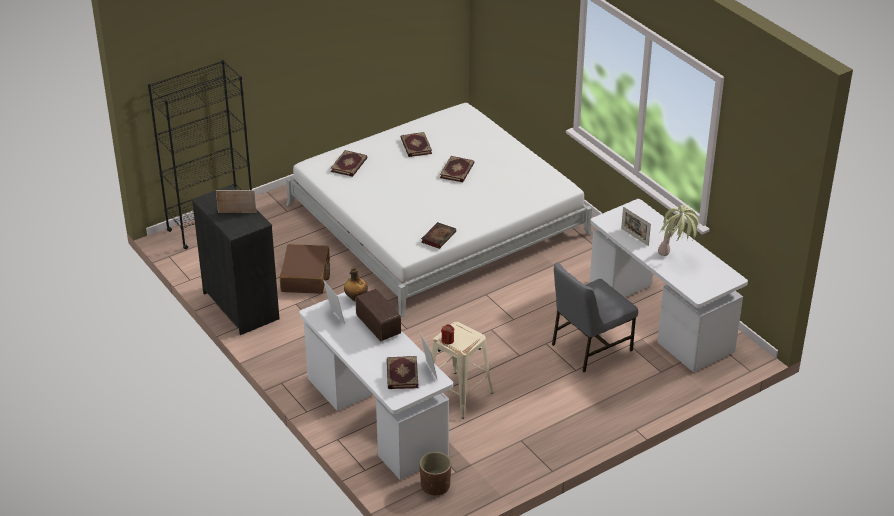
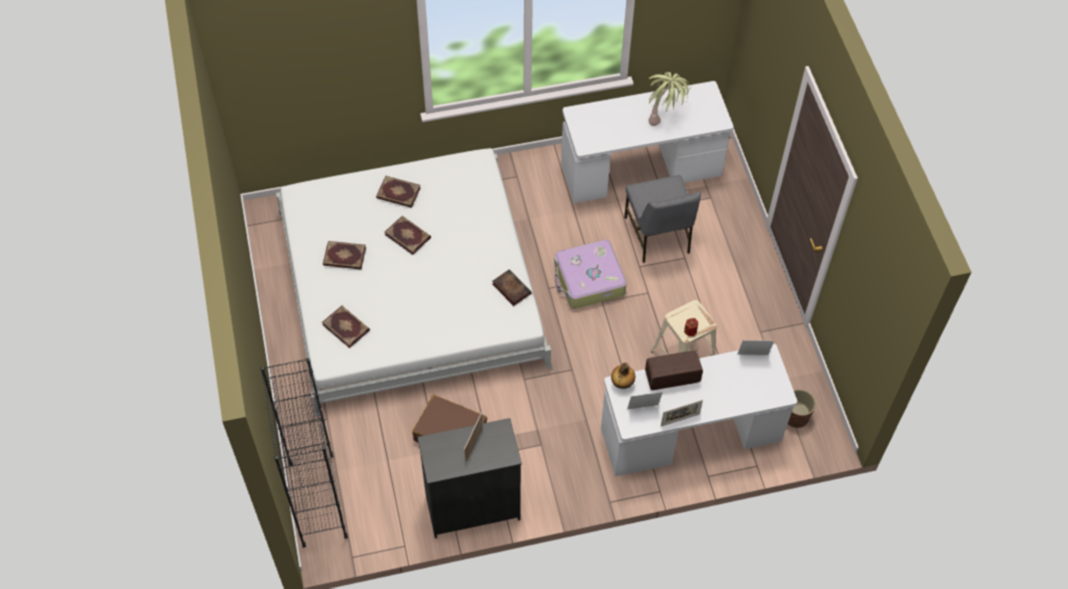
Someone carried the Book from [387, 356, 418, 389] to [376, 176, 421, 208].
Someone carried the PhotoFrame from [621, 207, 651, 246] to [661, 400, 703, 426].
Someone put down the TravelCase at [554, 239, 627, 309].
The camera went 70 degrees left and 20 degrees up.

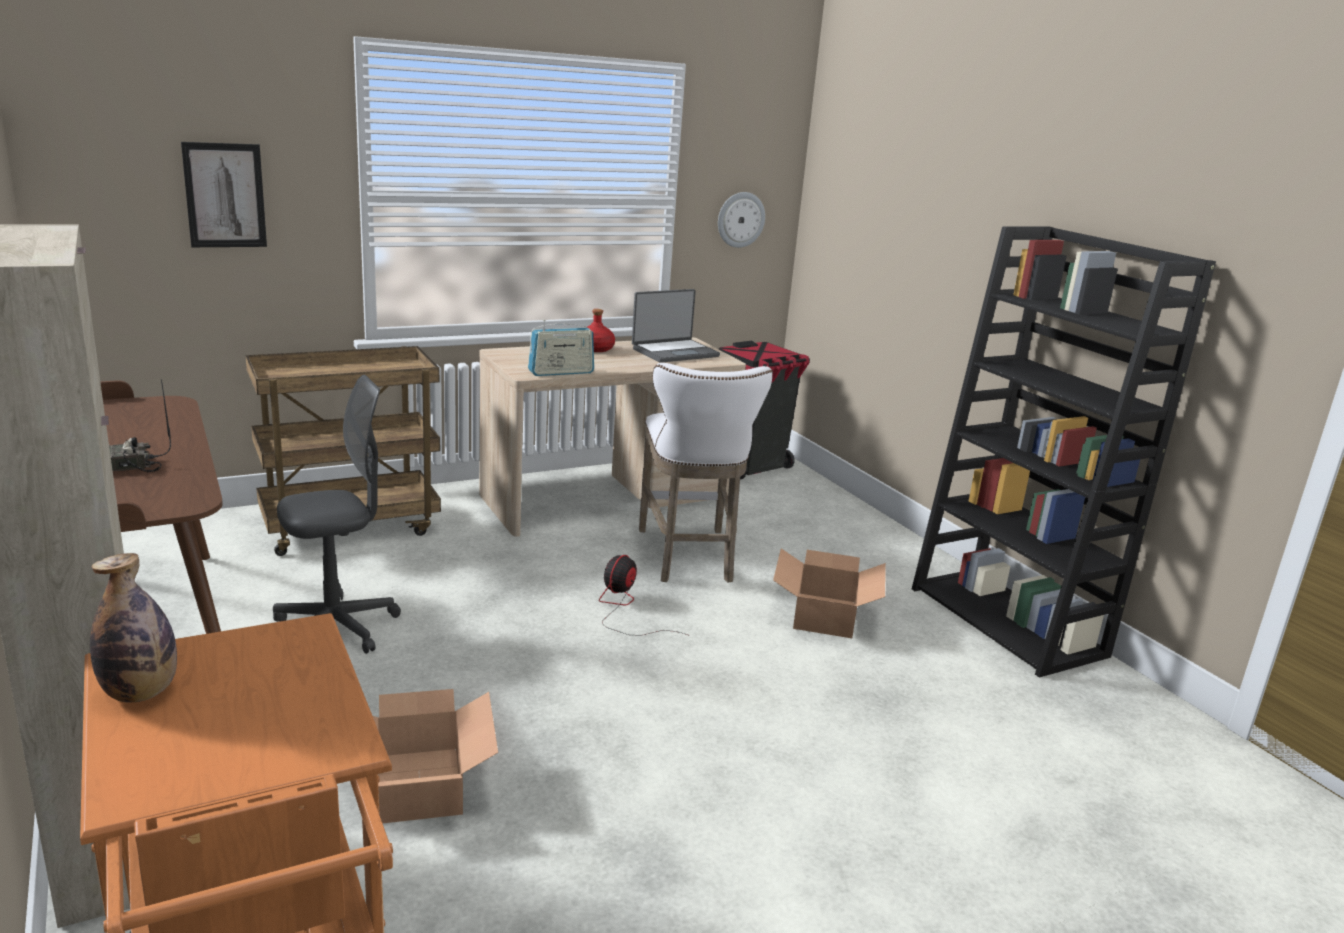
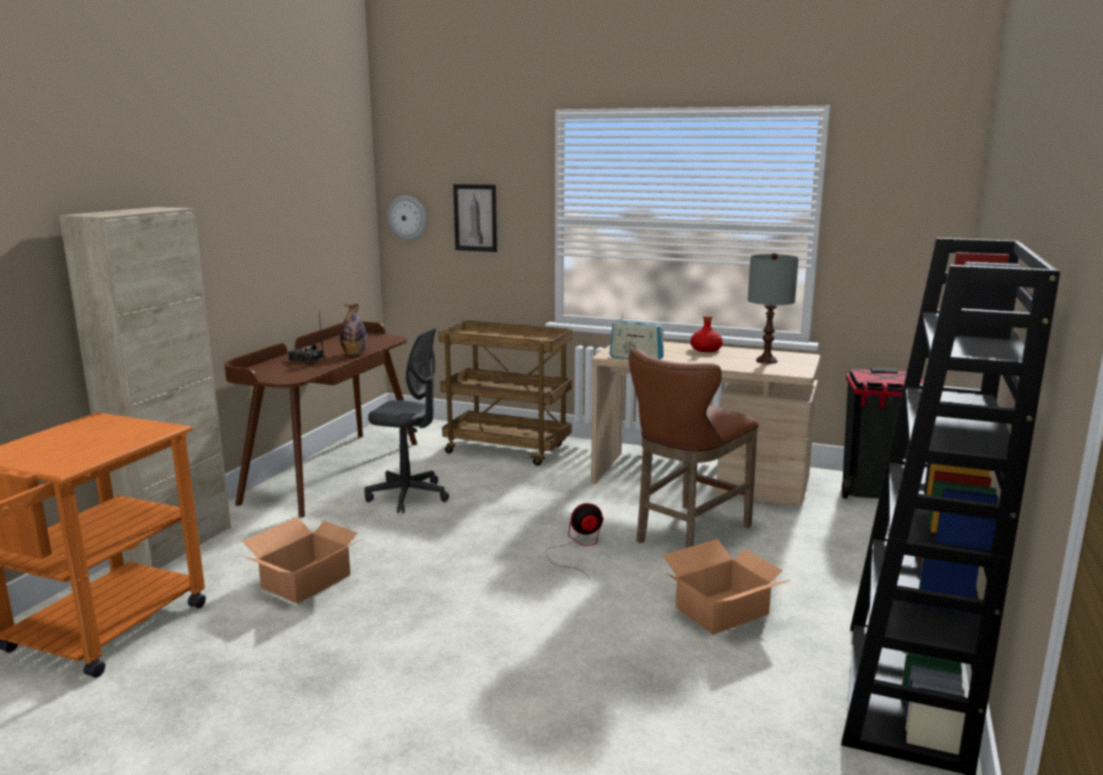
Someone carried the Bottle from [90, 553, 177, 702] to [340, 304, 367, 355].
Someone swapped the Laptop at [632, 289, 720, 363] for the GrayTabletopLamp at [748, 253, 799, 364].
Someone repainted the WhitishSittingStool at [639, 363, 773, 583], which became the BrownSittingStool at [629, 349, 758, 548].
Someone carried the WallClock from [718, 192, 765, 248] to [388, 196, 427, 240].
The camera went 50 degrees right and 5 degrees down.

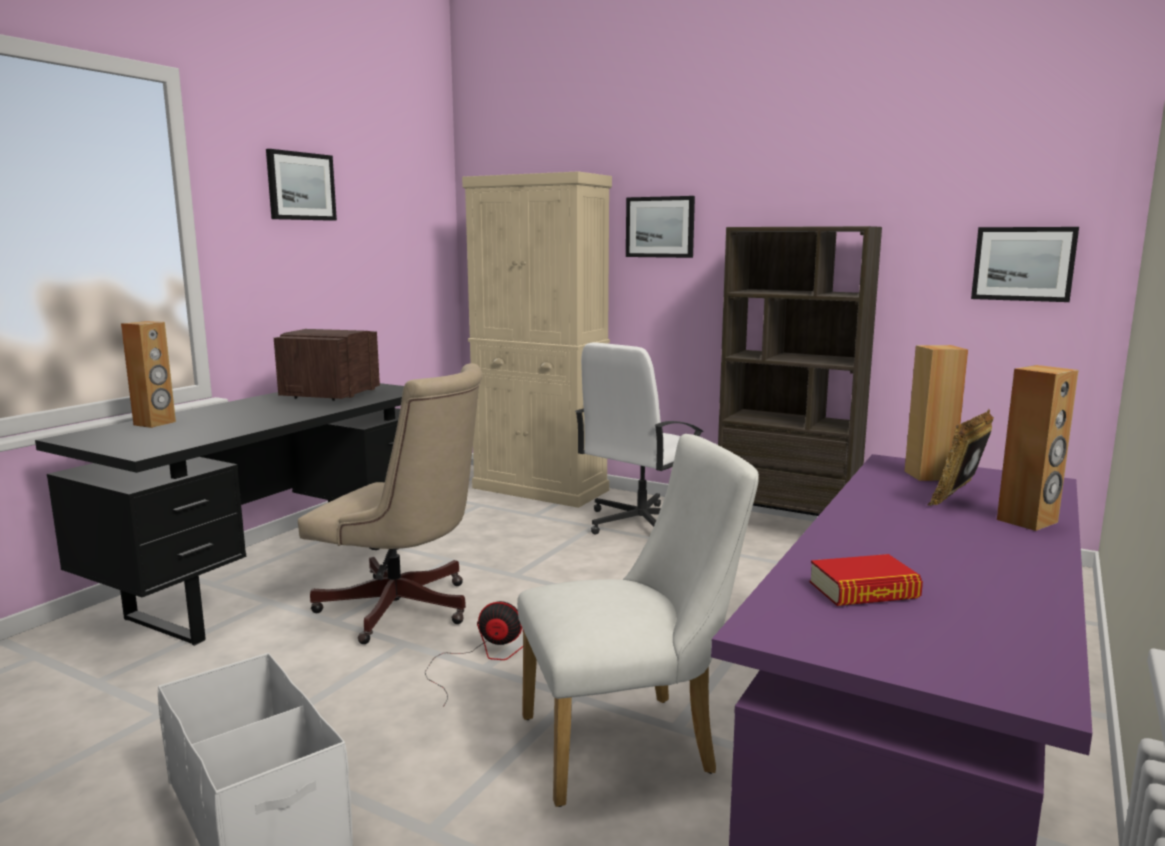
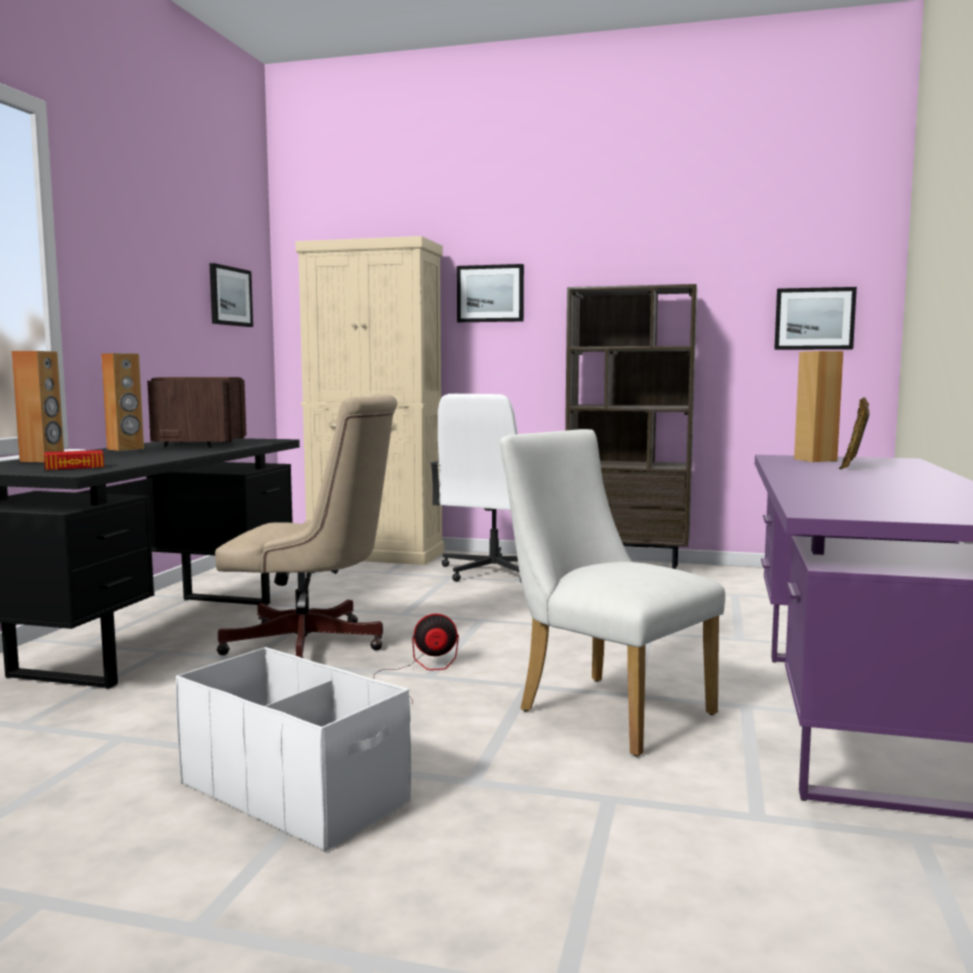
Someone carried the WallPicture from [266, 149, 337, 221] to [209, 263, 253, 327].
Someone rotated the WhitishUprightChair at [517, 434, 759, 807] by 105 degrees counterclockwise.
Someone carried the Book from [810, 554, 923, 606] to [44, 450, 104, 470].
Someone carried the BrownSpeaker from [997, 365, 1078, 531] to [101, 353, 144, 451].
The camera went 15 degrees left and 5 degrees down.

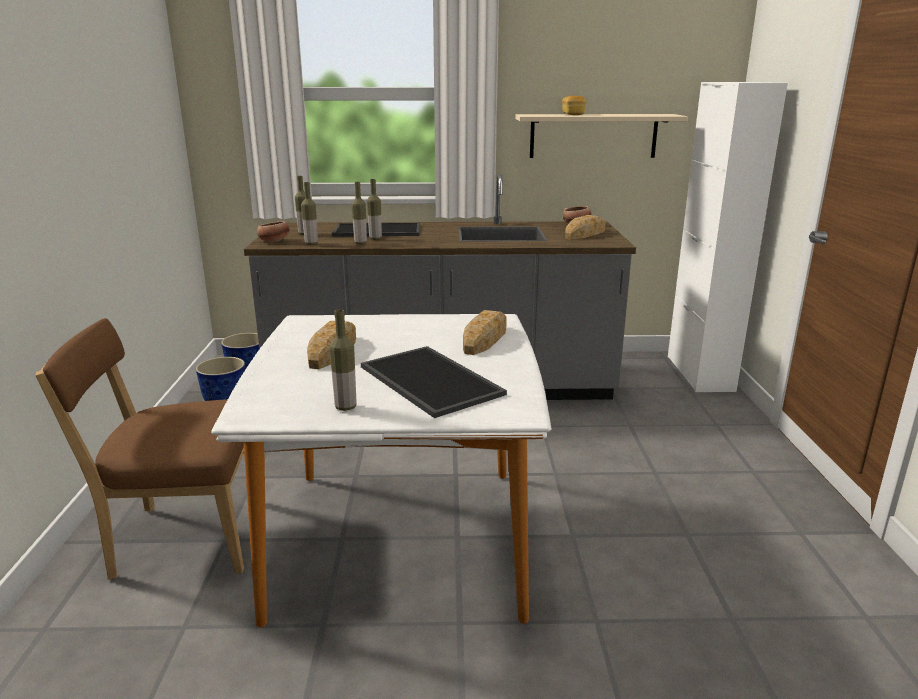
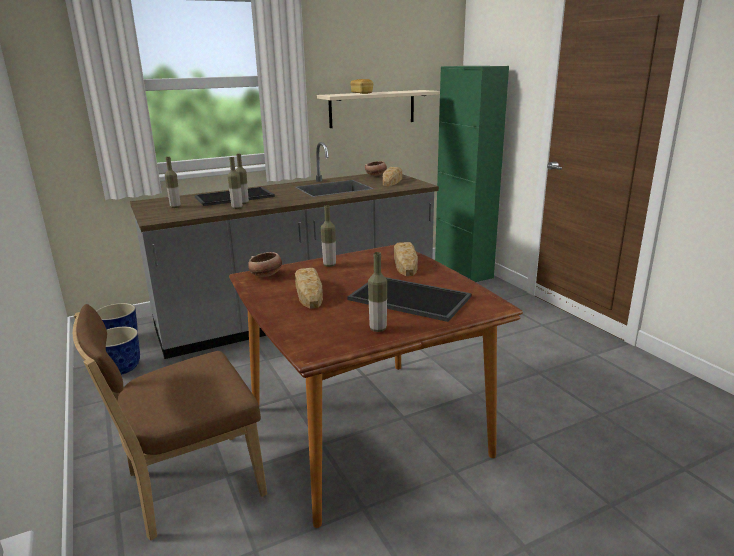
Someone repainted the WhitishDinnerTable at [211, 314, 551, 628], which became the BrownDinnerTable at [229, 245, 523, 528].
Someone carried the ServingBowl from [257, 221, 289, 242] to [248, 252, 282, 277].
Someone carried the Bottle from [301, 182, 318, 245] to [321, 205, 336, 267].
Someone repainted the WhitishCupboard at [668, 82, 788, 392], which became the GreenColouredCupboard at [435, 66, 509, 282].
The camera went 25 degrees left and 0 degrees up.

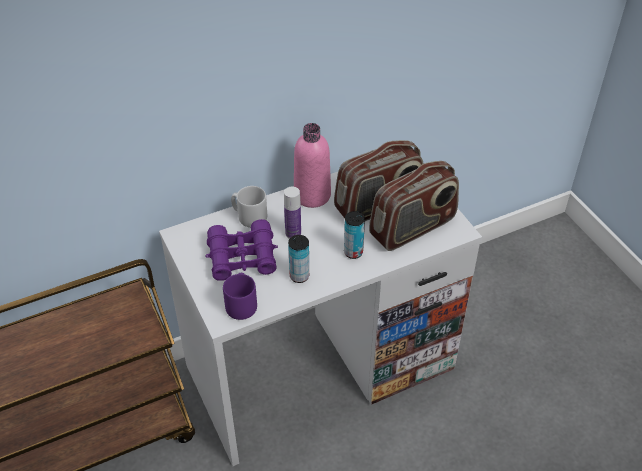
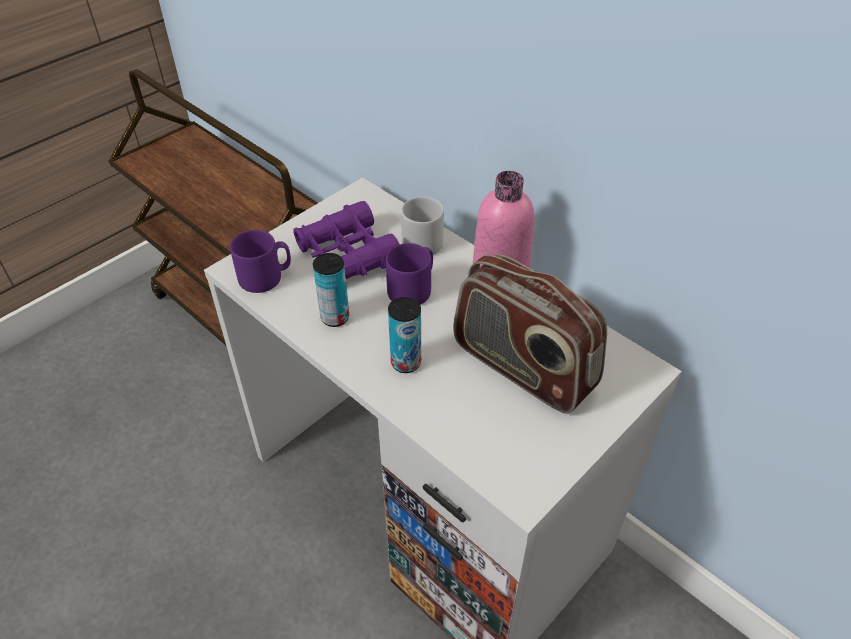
Someone swapped the Bottle at [284, 187, 301, 239] for the PurpleTeaMug at [386, 243, 433, 305].
Someone took away the Radio at [369, 161, 459, 251].
The camera went 70 degrees right and 0 degrees up.

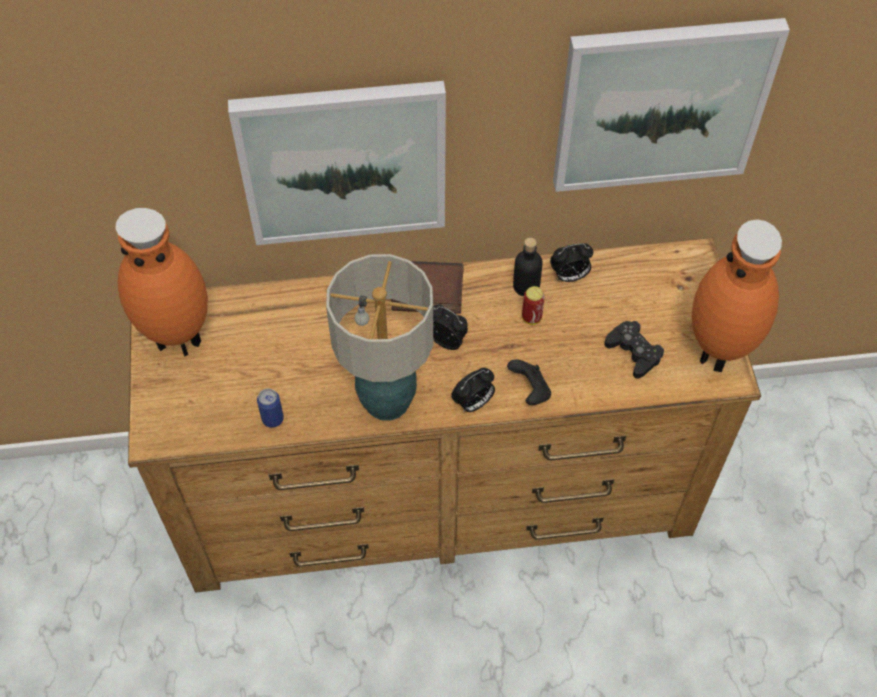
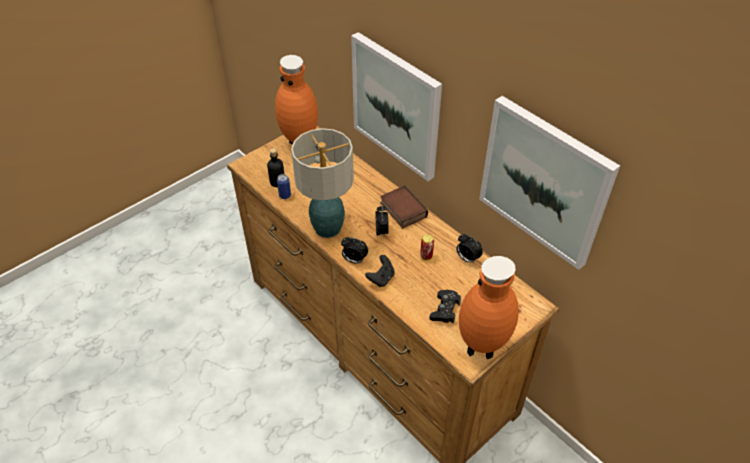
Someone carried the BlackBottle from [513, 238, 543, 296] to [267, 148, 284, 187].
The camera went 55 degrees right and 10 degrees down.

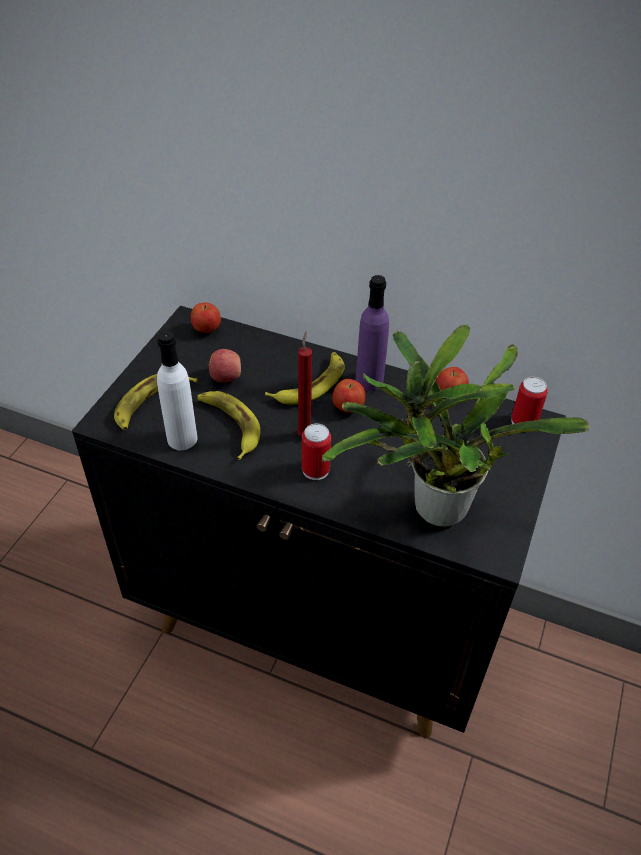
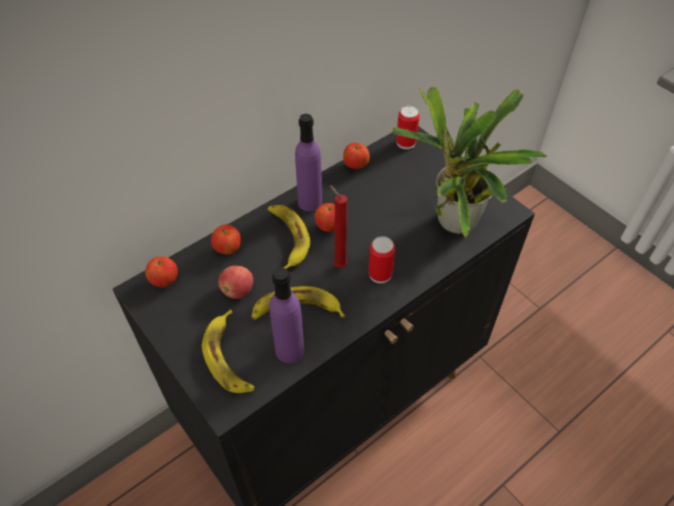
Someone repainted the WhitishBottle at [157, 331, 197, 450], which became the PurpleBottle at [269, 268, 304, 363].
Someone put down the Apple at [211, 224, 241, 255].
The camera went 60 degrees left and 5 degrees up.

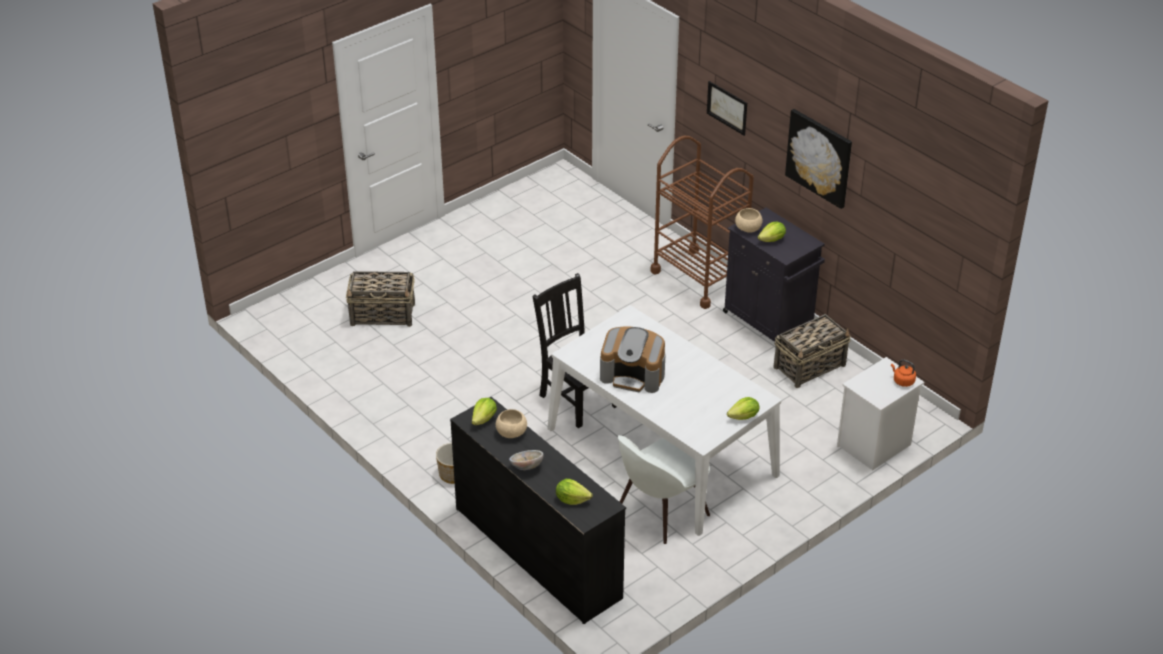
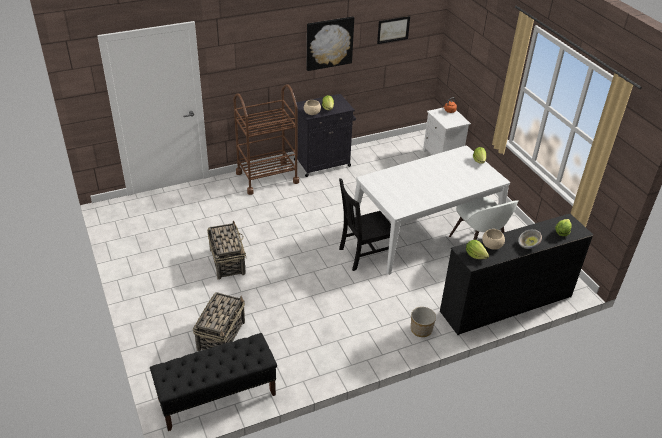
Someone took away the CoffeeBrewer at [600, 326, 665, 393].
Someone carried the WallPicture from [707, 81, 747, 136] to [377, 16, 410, 44].
Someone carried the StorageBasket from [773, 314, 851, 388] to [207, 220, 246, 280].
Someone put down the BlackBench at [150, 333, 277, 431].
The camera went 75 degrees left and 0 degrees up.

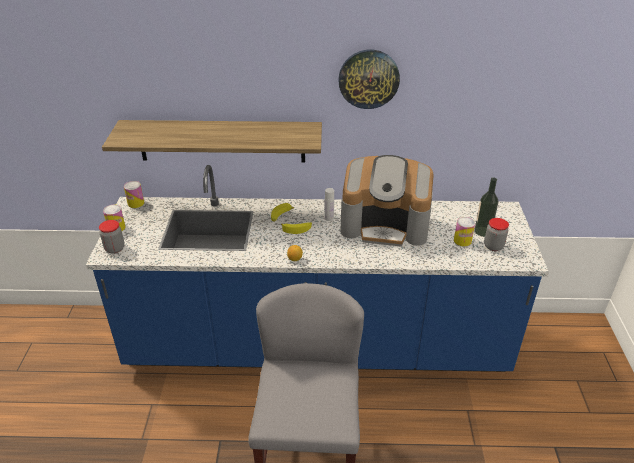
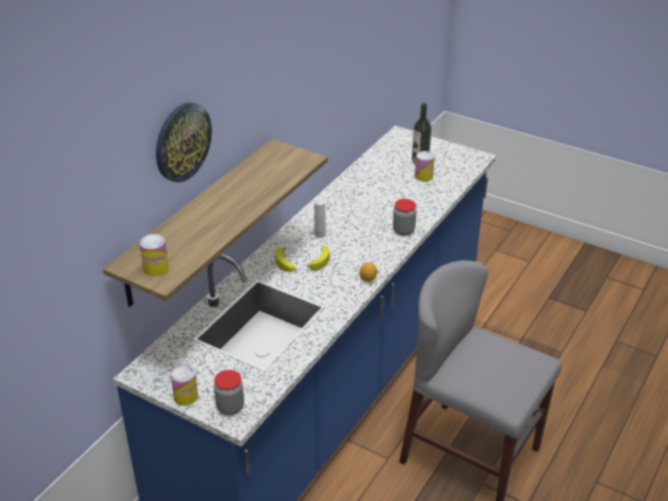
Someone carried the SealedCan from [124, 181, 144, 208] to [139, 234, 169, 276].
Someone carried the WallClock from [338, 50, 400, 109] to [156, 103, 212, 182].
Someone took away the CoffeeBrewer at [341, 155, 434, 247].
Someone carried the PreserveJar from [484, 218, 509, 251] to [393, 199, 416, 236].
The camera went 60 degrees left and 0 degrees up.

